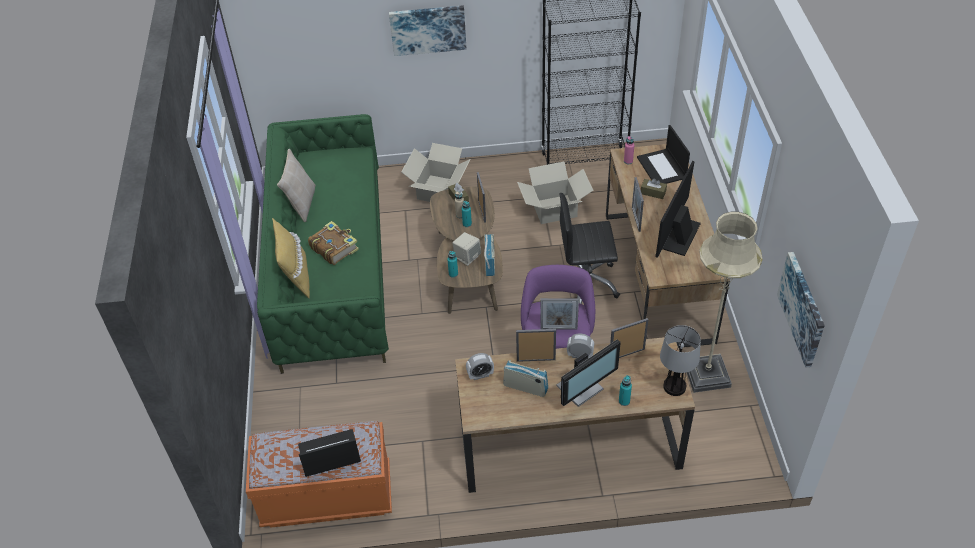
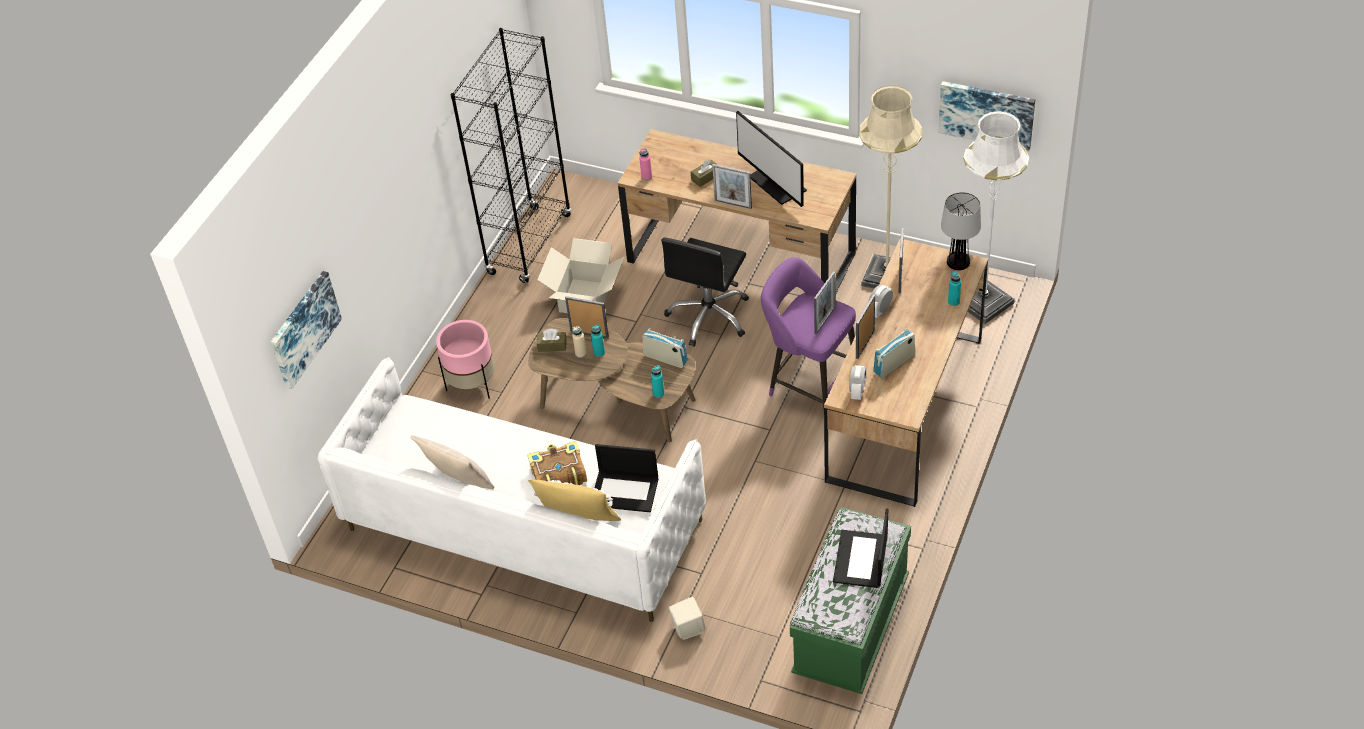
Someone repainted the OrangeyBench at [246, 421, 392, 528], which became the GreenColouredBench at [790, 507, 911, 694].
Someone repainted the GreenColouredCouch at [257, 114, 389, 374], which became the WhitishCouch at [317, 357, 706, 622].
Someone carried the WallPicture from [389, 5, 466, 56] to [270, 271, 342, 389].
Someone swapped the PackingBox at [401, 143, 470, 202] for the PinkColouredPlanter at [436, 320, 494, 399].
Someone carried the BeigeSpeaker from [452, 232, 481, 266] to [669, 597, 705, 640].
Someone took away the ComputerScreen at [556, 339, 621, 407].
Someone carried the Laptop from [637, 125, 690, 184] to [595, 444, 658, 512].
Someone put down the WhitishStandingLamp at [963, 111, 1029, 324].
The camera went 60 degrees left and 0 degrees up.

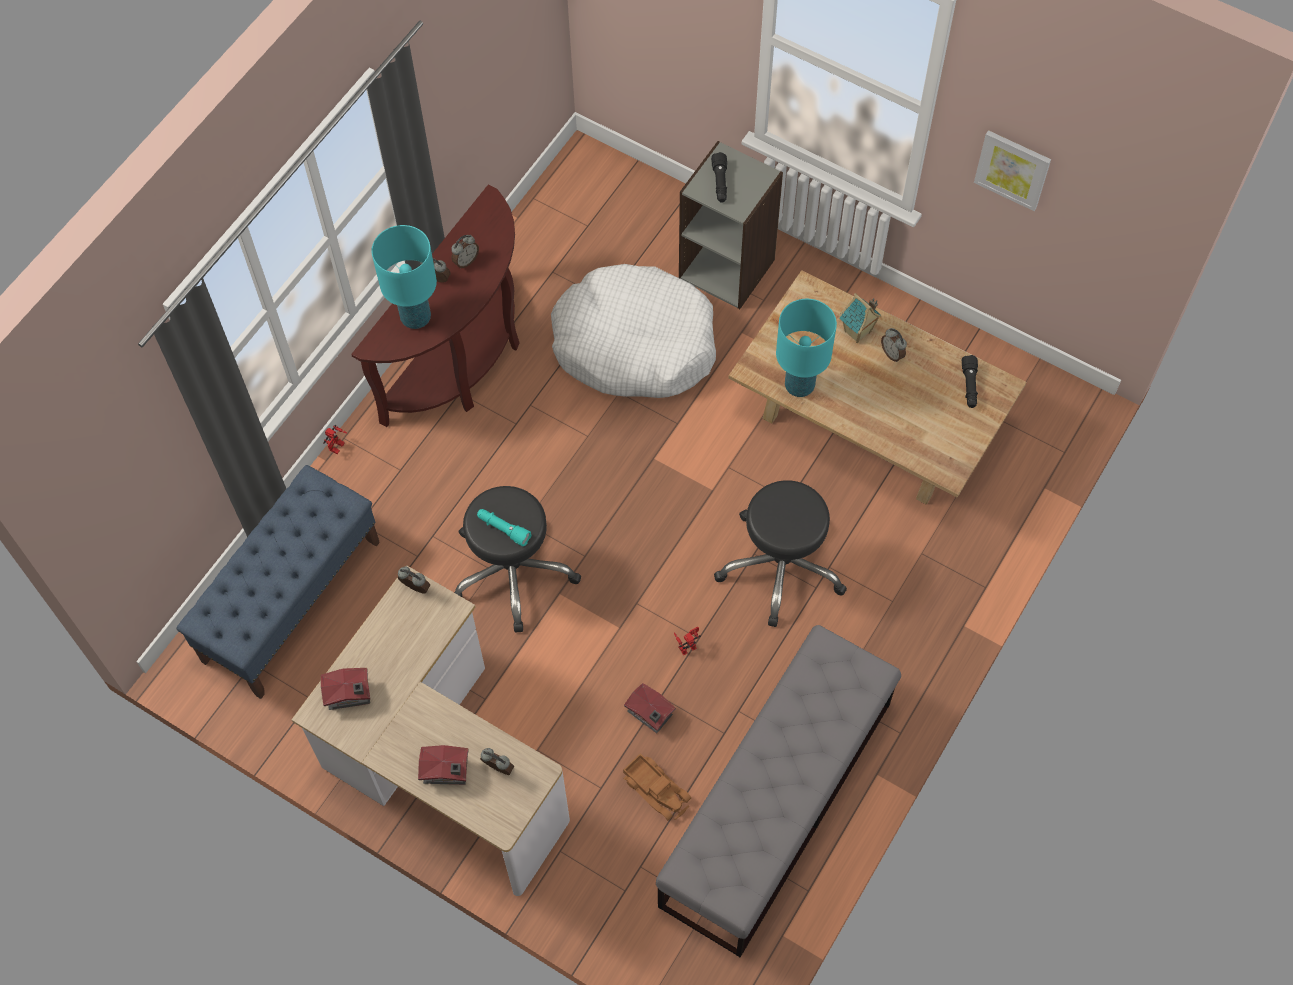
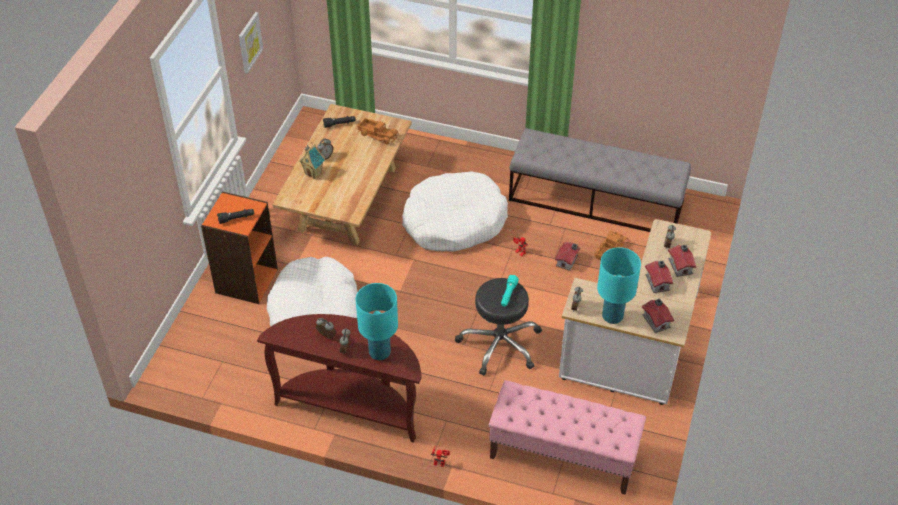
Someone repainted the BluishBench at [176, 465, 380, 699], which became the PinkColouredBench at [489, 380, 646, 495].
Someone repainted the GrayShelvingUnit at [679, 141, 783, 309], which became the OrangeyShelvingUnit at [201, 191, 278, 304].
Someone swapped the BlackSittingStool at [714, 480, 847, 627] for the WhitishDogBed at [402, 171, 508, 252].
Someone carried the BlueGreenTabletopLamp from [776, 299, 837, 397] to [597, 247, 641, 324].
Someone put down the ToyTruck at [358, 118, 398, 144].
Someone put down the MiniatureHouse at [645, 261, 673, 293].
The camera went 105 degrees left and 15 degrees down.

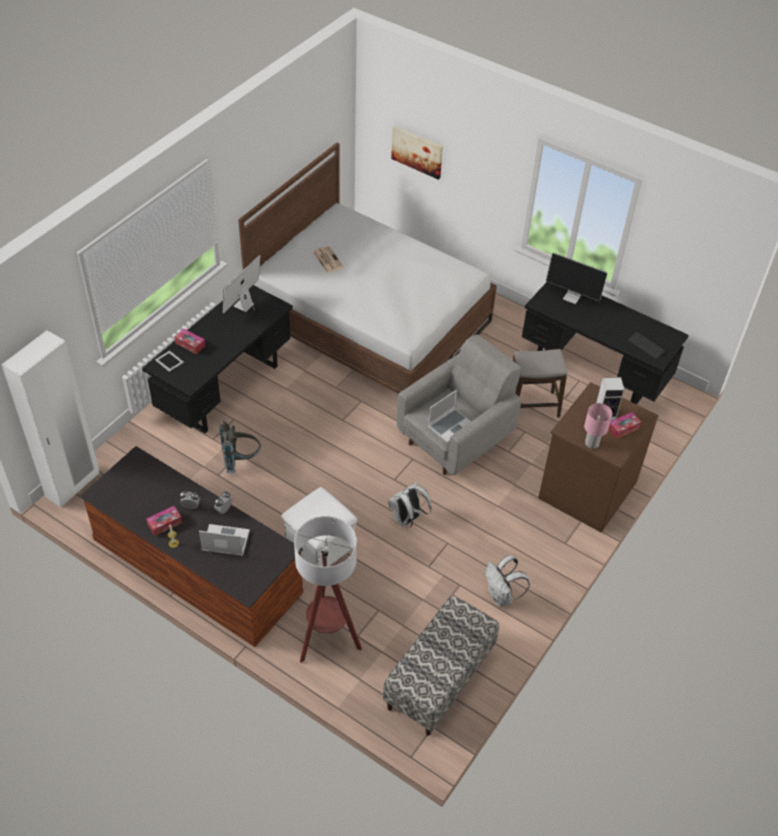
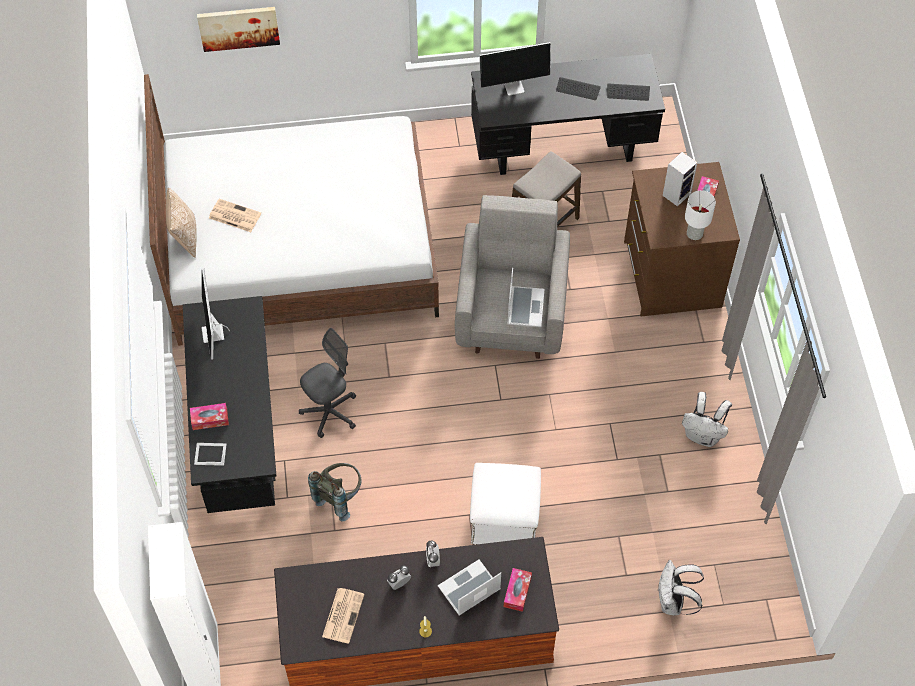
Someone carried the TissueHolder from [146, 506, 183, 536] to [504, 568, 532, 612].
Someone took away the StandingLamp at [294, 516, 362, 663].
Someone took away the Bench at [383, 595, 499, 736].
Someone carried the WhitishKnapsack from [388, 481, 431, 527] to [657, 560, 704, 615].
Someone repainted the PinkColouredTabletopLamp at [584, 403, 612, 449], which became the WhitishTabletopLamp at [685, 190, 716, 240].
Someone put down the Cushion at [166, 188, 197, 258].
Someone put down the GrayOfficeChair at [299, 328, 356, 438].
Someone put down the Newspaper at [322, 588, 365, 644].
Someone put down the PcKeyboard at [556, 77, 601, 100].
The camera went 40 degrees left and 10 degrees up.

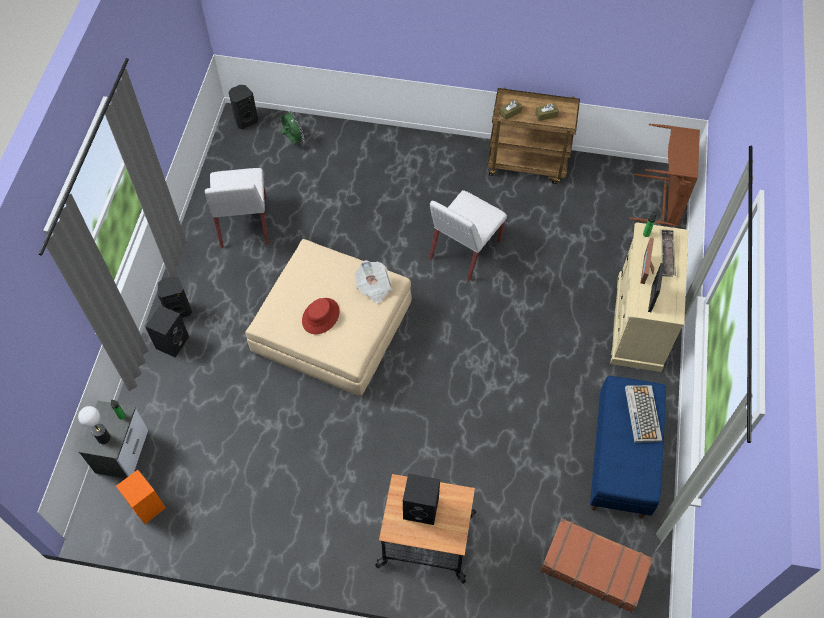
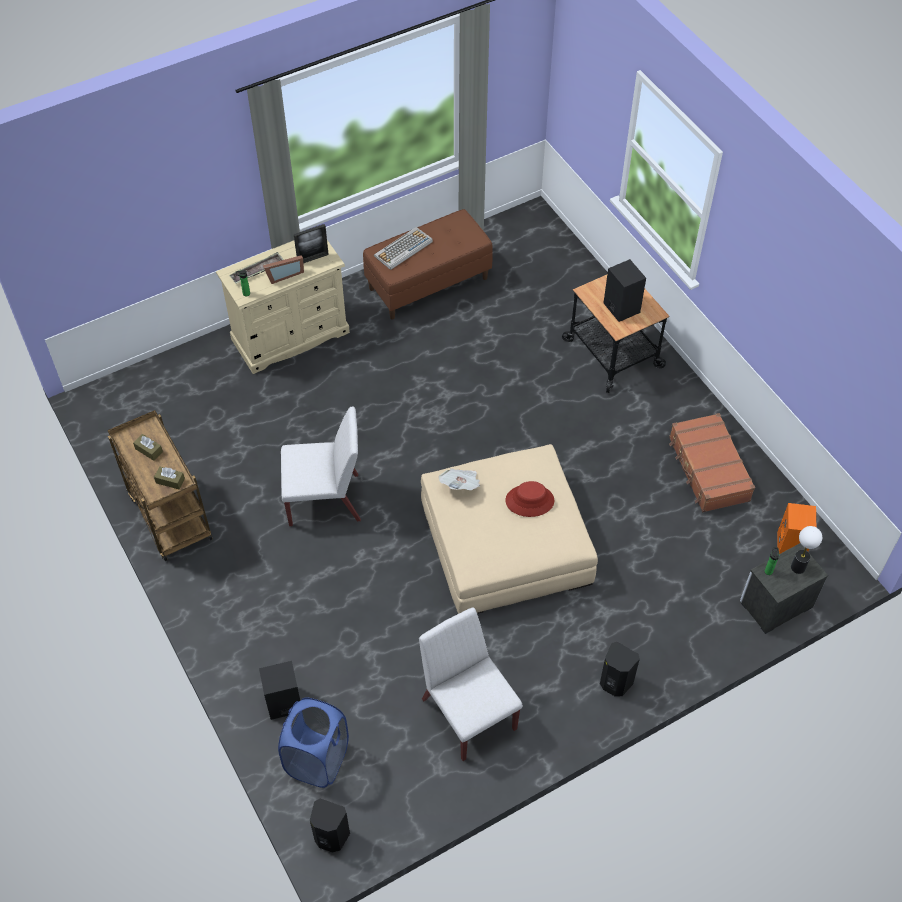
Someone carried the BlackSpeaker from [145, 305, 189, 358] to [259, 661, 300, 720].
Someone rotated the WhitishUprightChair at [205, 168, 269, 248] by 75 degrees counterclockwise.
Someone swapped the GreenColouredCoolingFan at [281, 110, 305, 145] for the BluishLaundryBasket at [278, 697, 349, 788].
Someone carried the BrownTravelCase from [540, 518, 653, 613] to [669, 413, 755, 512].
Someone repainted the BluishBench at [590, 376, 666, 519], which became the BrownBench at [363, 209, 493, 320].
Someone took away the BrownLaundryBasket at [630, 123, 700, 226].
The camera went 130 degrees left and 5 degrees down.

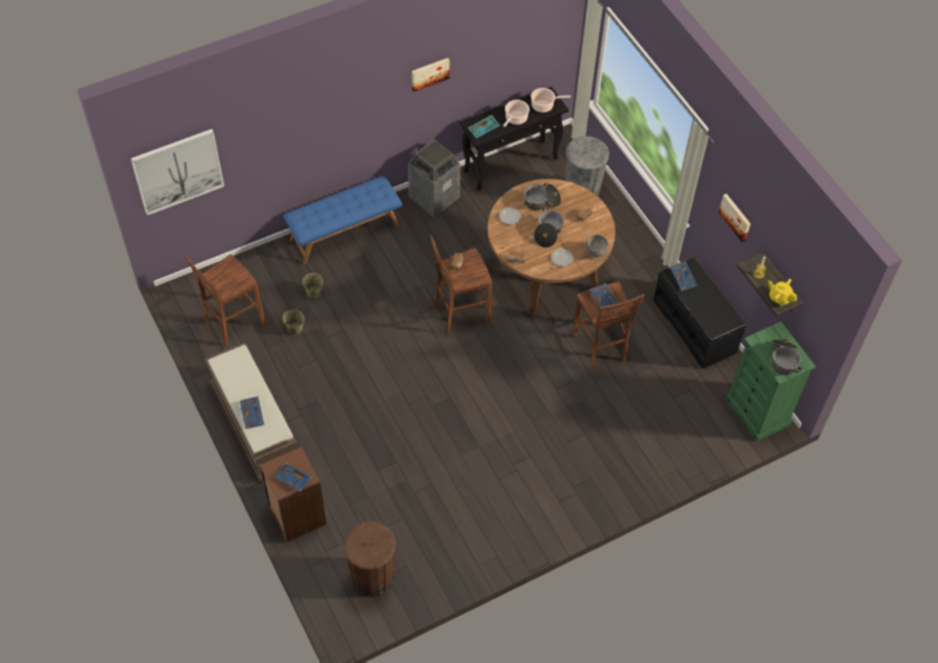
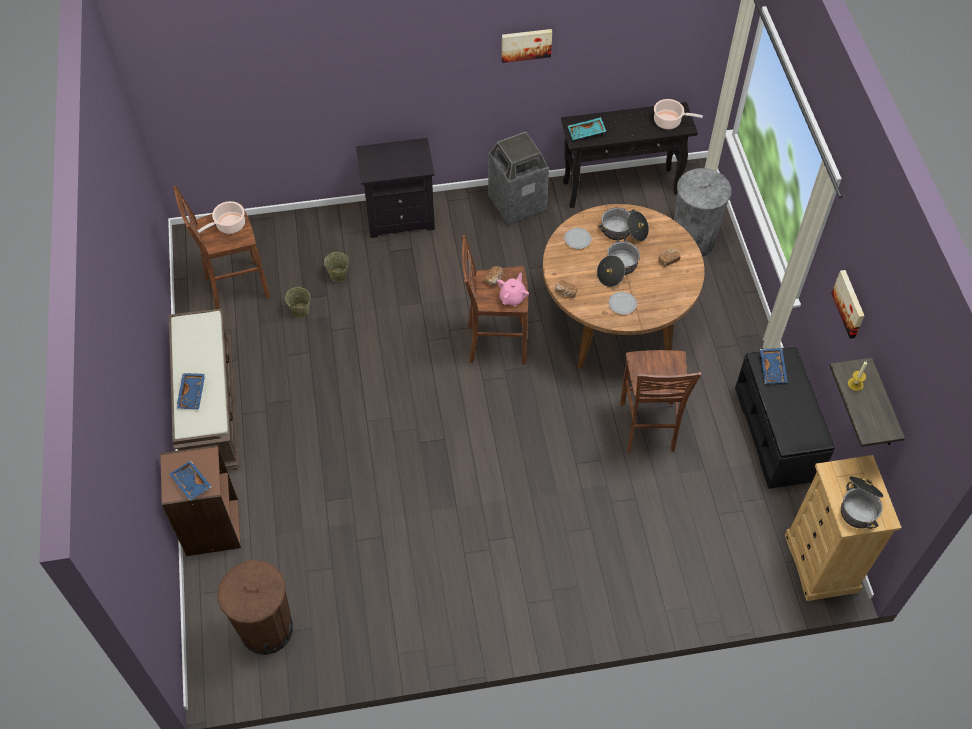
Someone took away the WallPicture at [131, 129, 225, 216].
Someone swapped the BluishBench at [283, 176, 402, 264] for the BlackNightTable at [356, 138, 435, 238].
Someone carried the Stockpot from [503, 100, 530, 127] to [197, 201, 245, 234].
Someone took away the GrayServingBowl at [586, 235, 609, 257].
Someone took away the BluishServingTray at [590, 283, 618, 311].
Someone repainted the GreenColouredChestOfDrawers at [725, 322, 816, 442], which became the BeigeChestOfDrawers at [784, 455, 902, 601].
Someone took away the YellowishTeapot at [768, 279, 797, 306].
Someone put down the PinkColouredTeapot at [497, 273, 529, 306].
The camera went 20 degrees right and 0 degrees up.

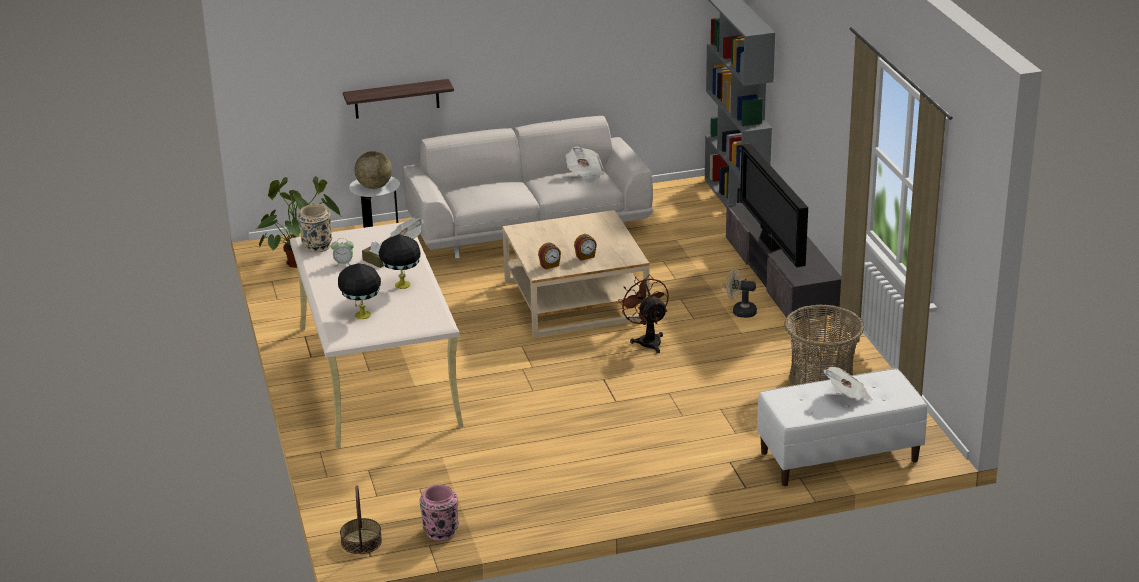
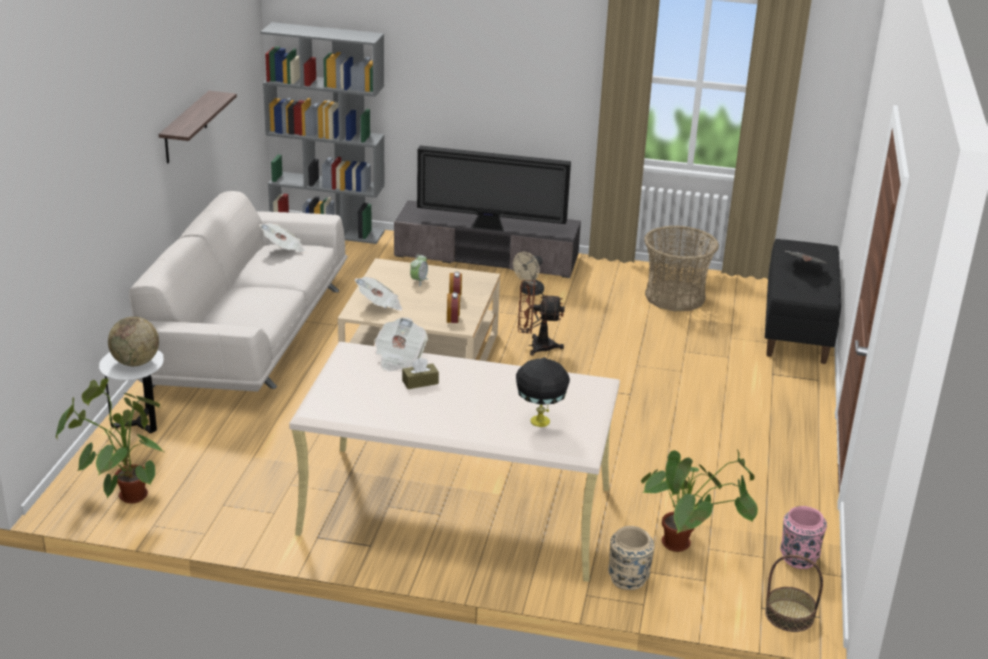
Someone carried the BeigeDecorativeVase from [297, 204, 332, 252] to [608, 526, 655, 590].
Someone carried the TableClock from [331, 238, 354, 267] to [410, 254, 428, 286].
Someone carried the Shelf from [343, 79, 454, 119] to [159, 91, 237, 163].
Someone took away the BlackTabletopLamp at [379, 234, 421, 289].
Someone repainted the WhitishBench at [757, 369, 927, 486], which became the BlackBench at [765, 239, 841, 364].
Someone put down the Newspaper at [355, 277, 402, 311].
Someone put down the PottedPlant at [641, 449, 758, 552].
The camera went 65 degrees left and 0 degrees up.

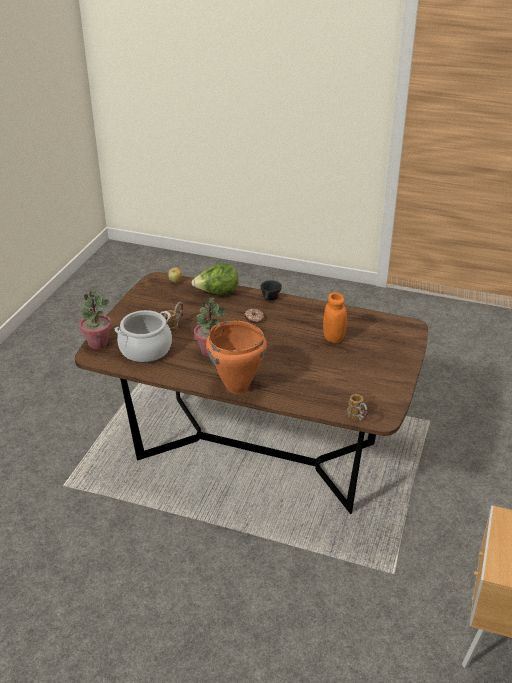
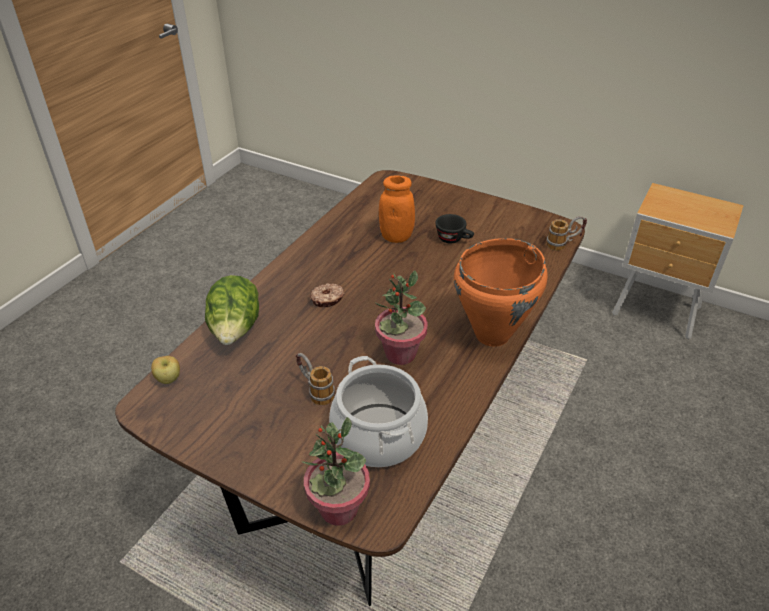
Someone carried the BlackCup from [260, 280, 282, 300] to [435, 214, 474, 244].
The camera went 80 degrees left and 5 degrees up.

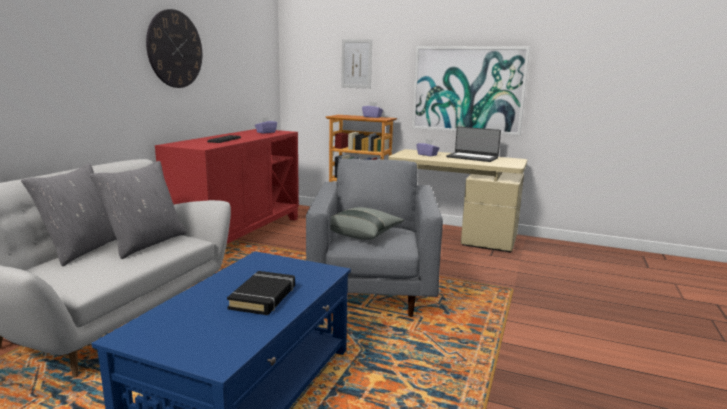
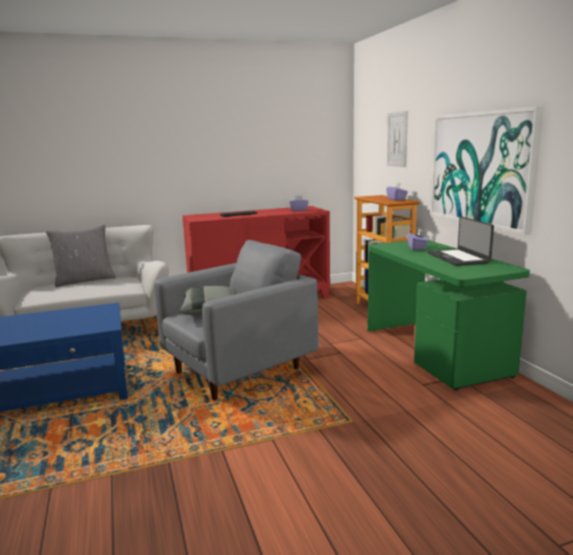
Someone took away the GrayCushion at [89, 161, 187, 259].
Someone took away the WallClock at [146, 9, 202, 88].
Someone took away the BlackBook at [227, 271, 295, 315].
Someone repainted the BeigeDesk at [388, 149, 527, 252], which became the GreenColouredDesk at [368, 240, 530, 391].
The camera went 50 degrees right and 0 degrees up.

